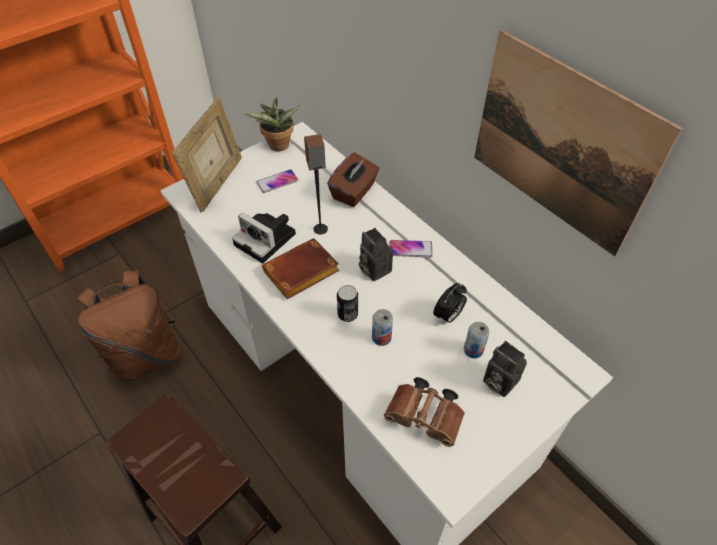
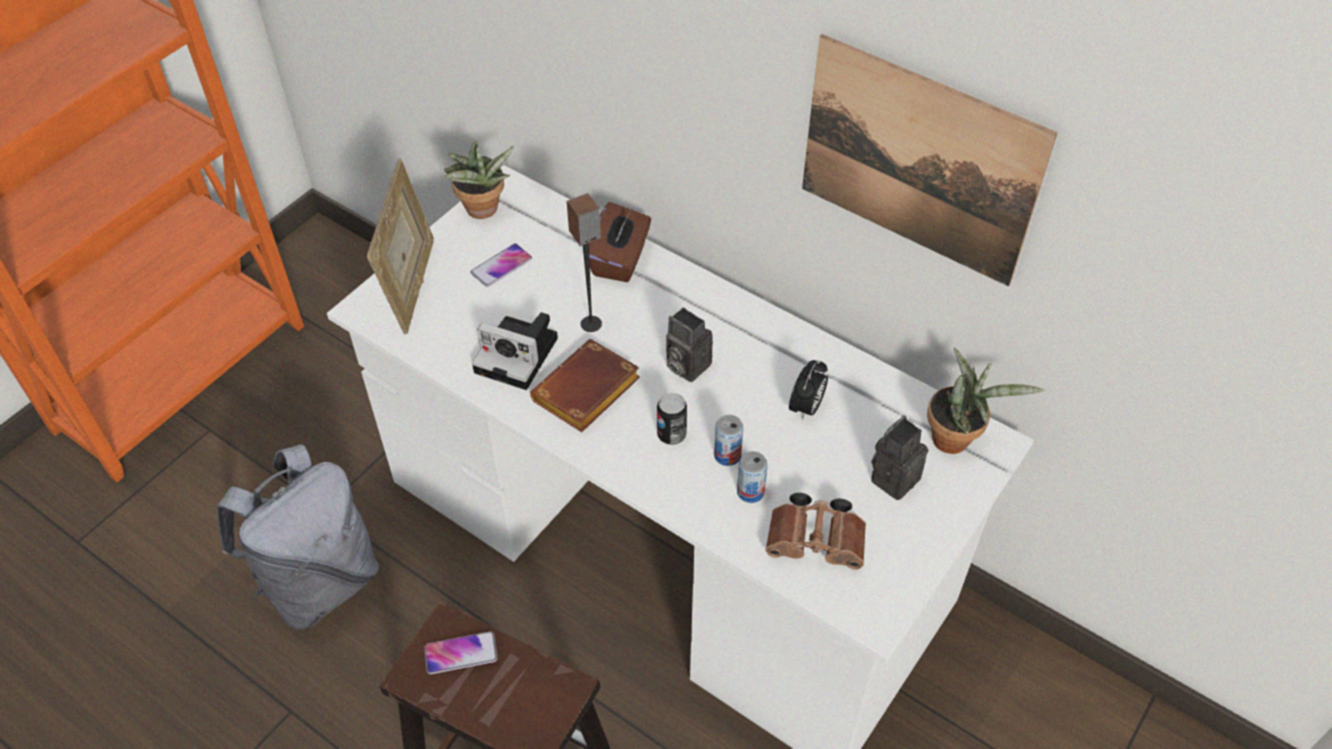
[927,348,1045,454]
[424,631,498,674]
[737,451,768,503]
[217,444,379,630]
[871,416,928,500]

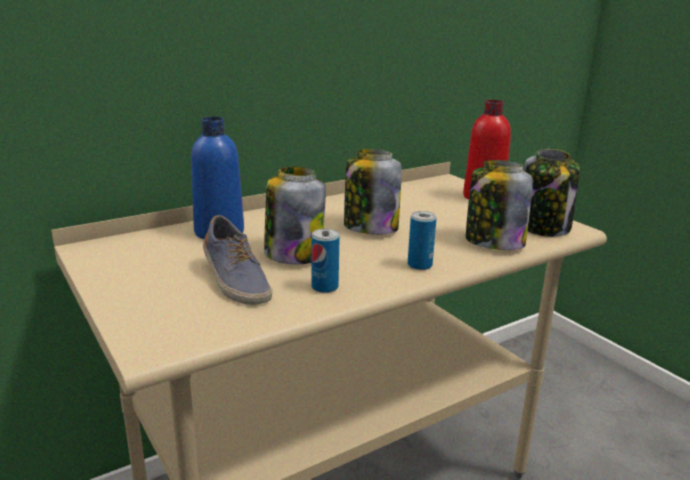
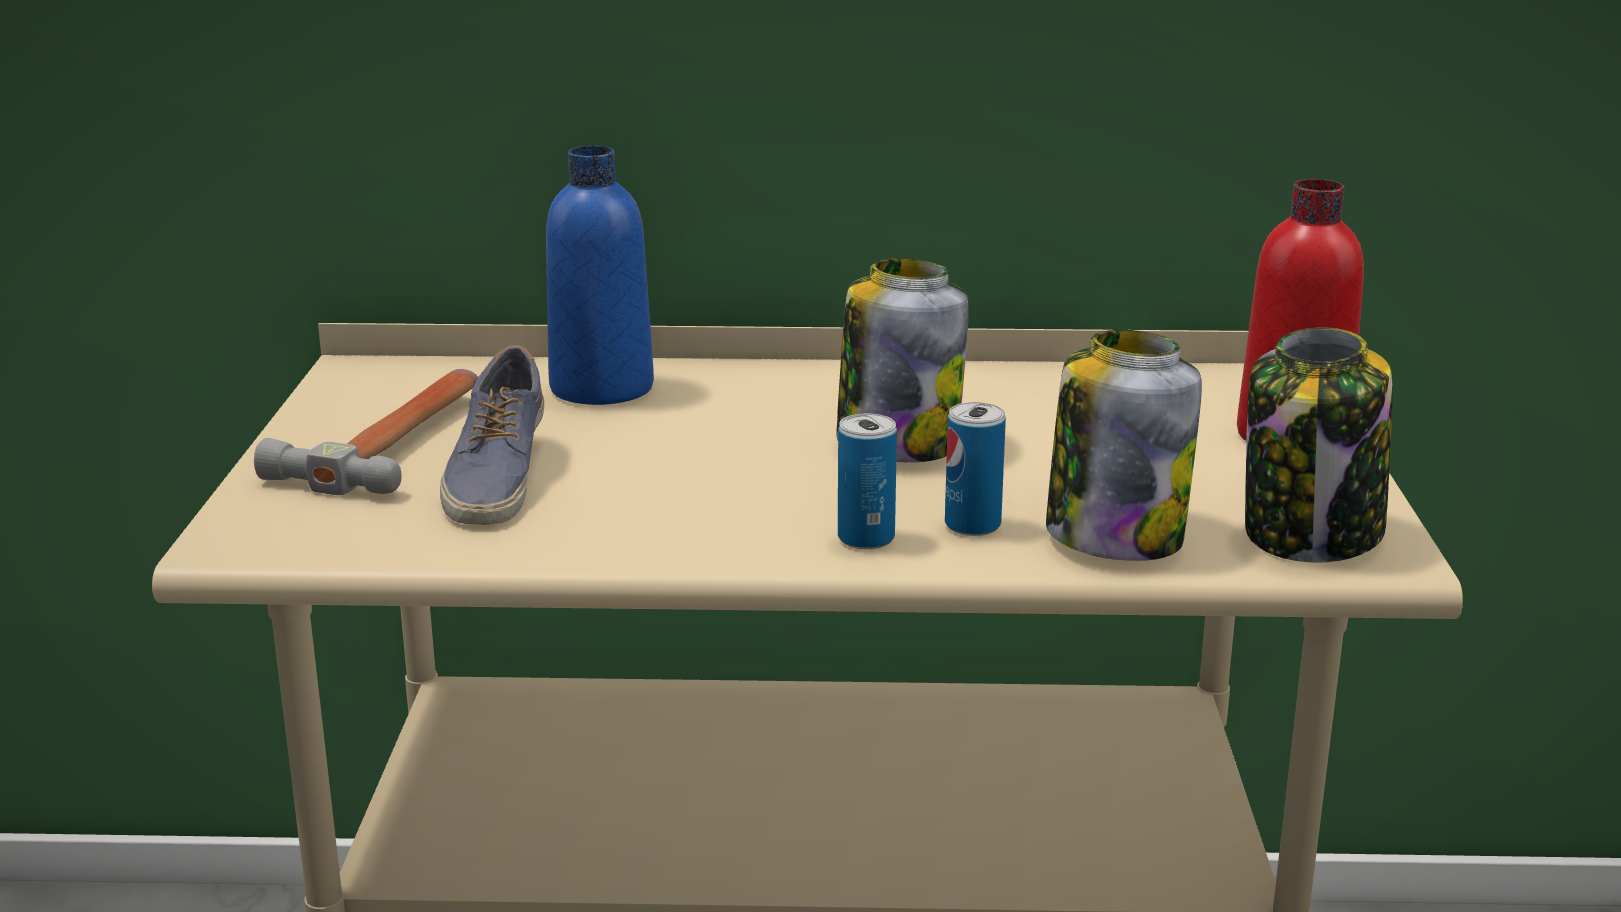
[264,167,326,265] (first image)
[254,369,478,495]
[945,402,1006,536]

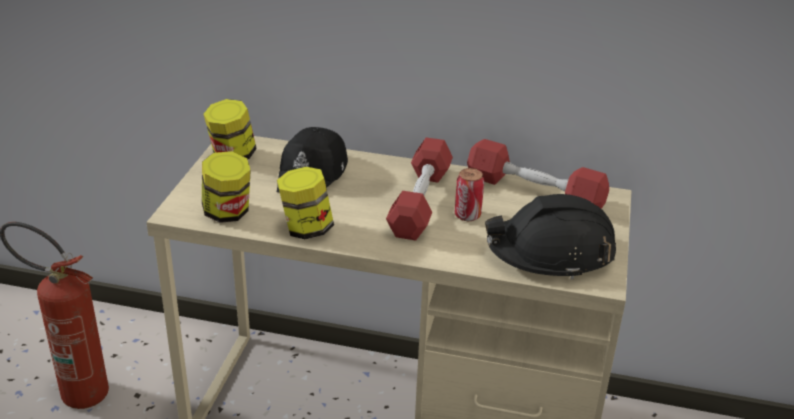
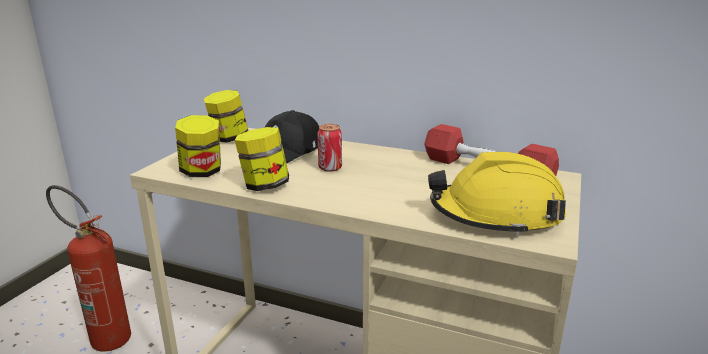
[386,137,453,240] (first image)
[317,124,342,172]
[428,152,566,236]

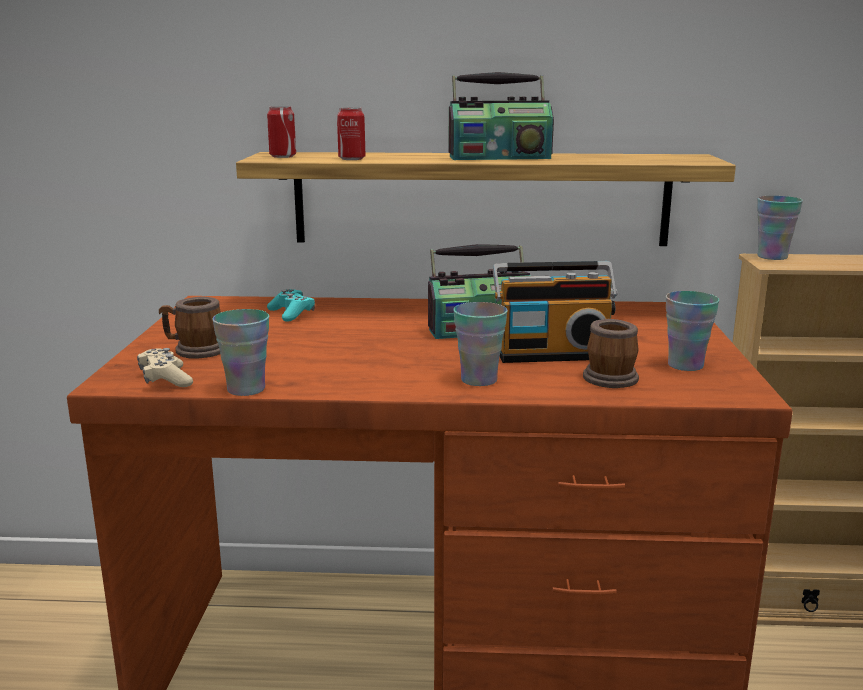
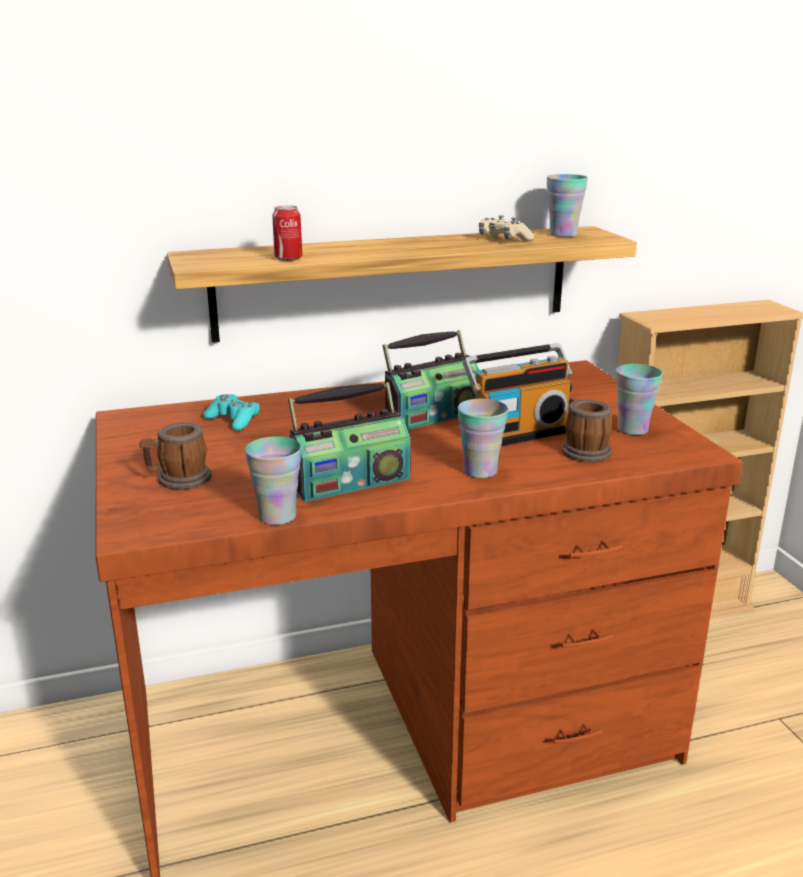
[267,106,296,158] (first image)
[479,215,534,242]
[288,382,411,502]
[547,174,588,237]

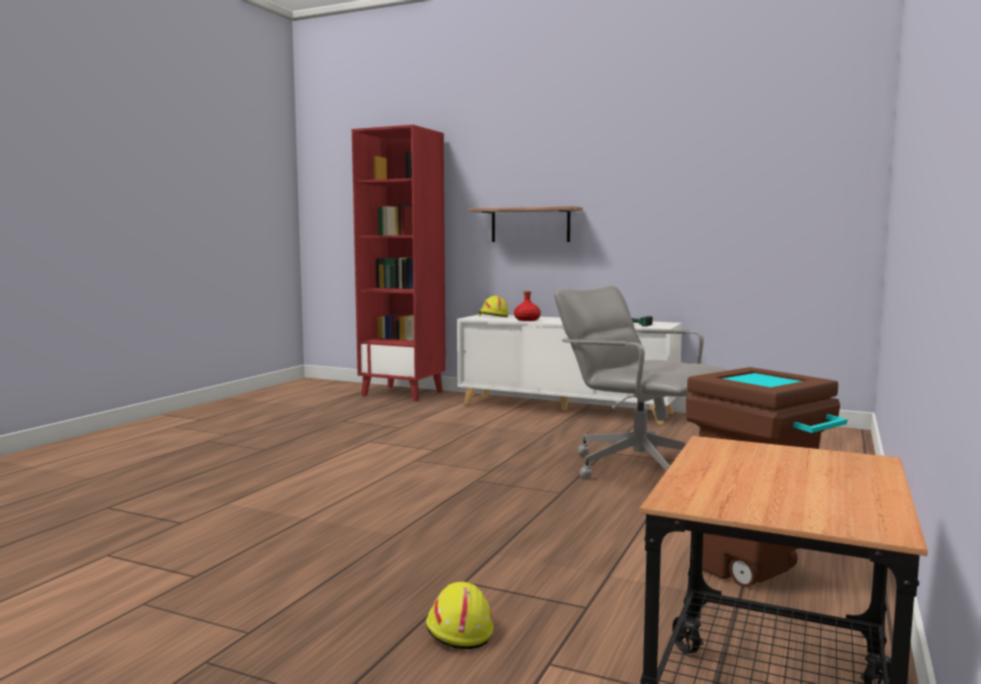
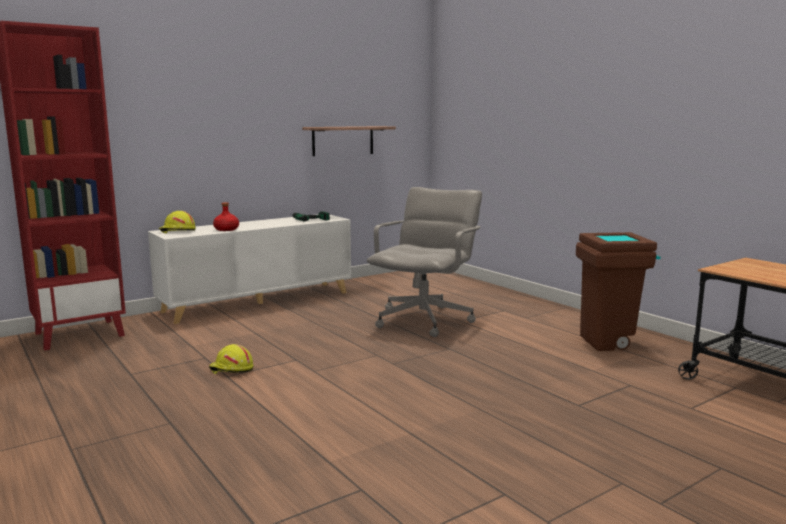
[209,344,254,374]
[302,126,396,156]
[367,187,482,337]

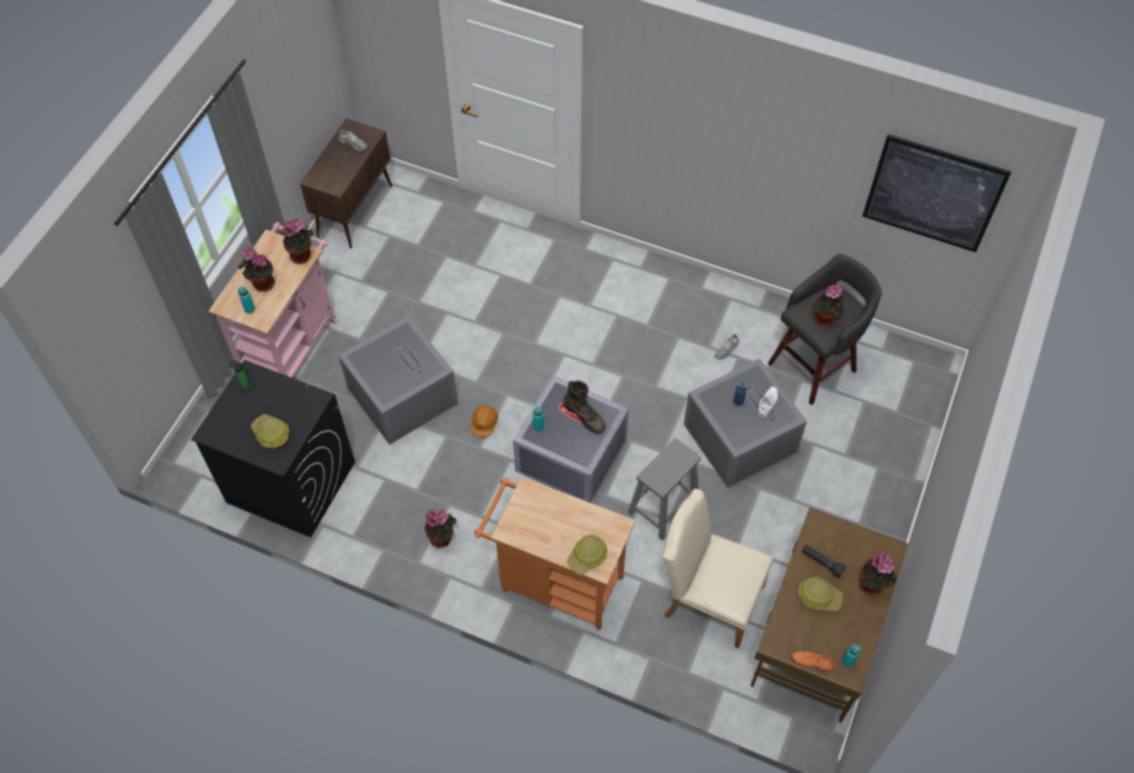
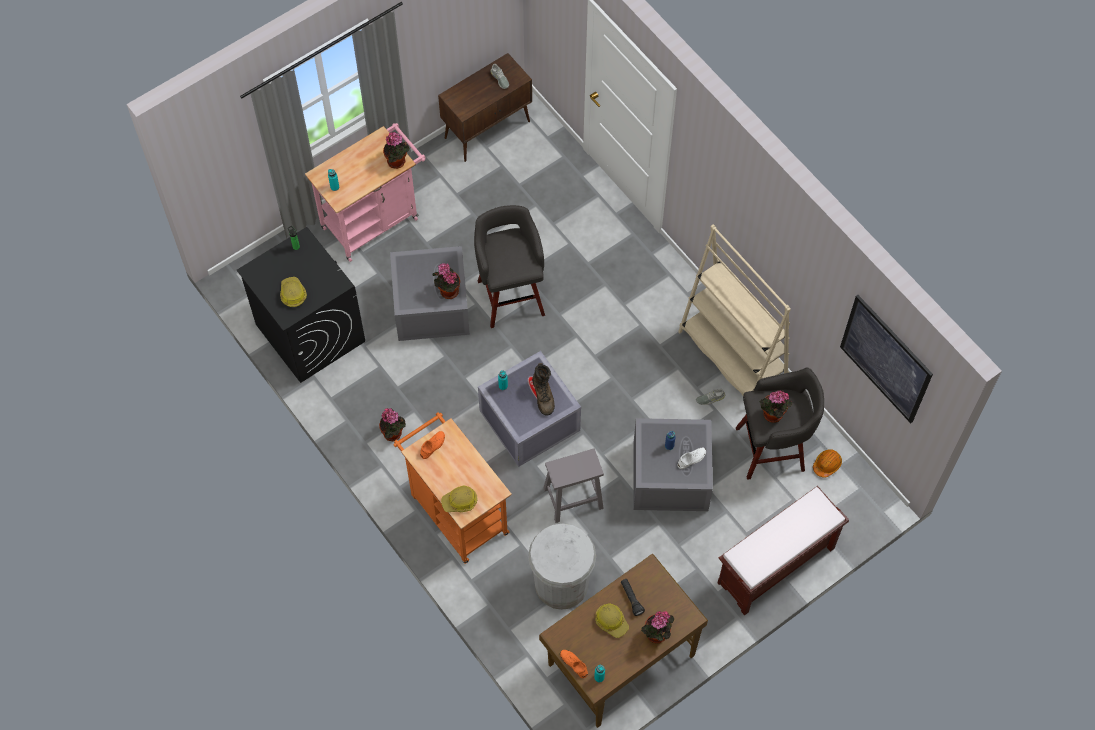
[420,431,445,459]
[474,205,545,328]
[678,224,791,395]
[717,486,849,616]
[432,263,460,299]
[813,449,842,478]
[528,524,596,610]

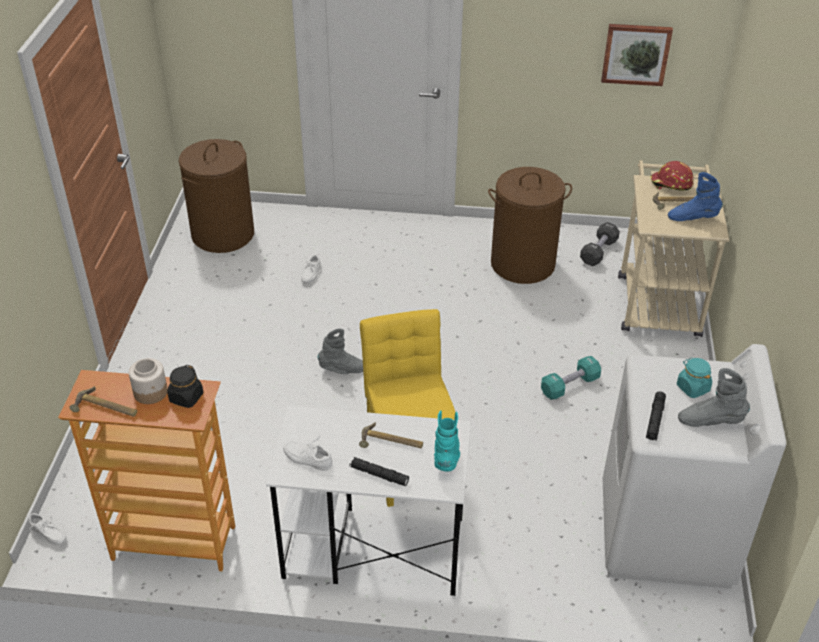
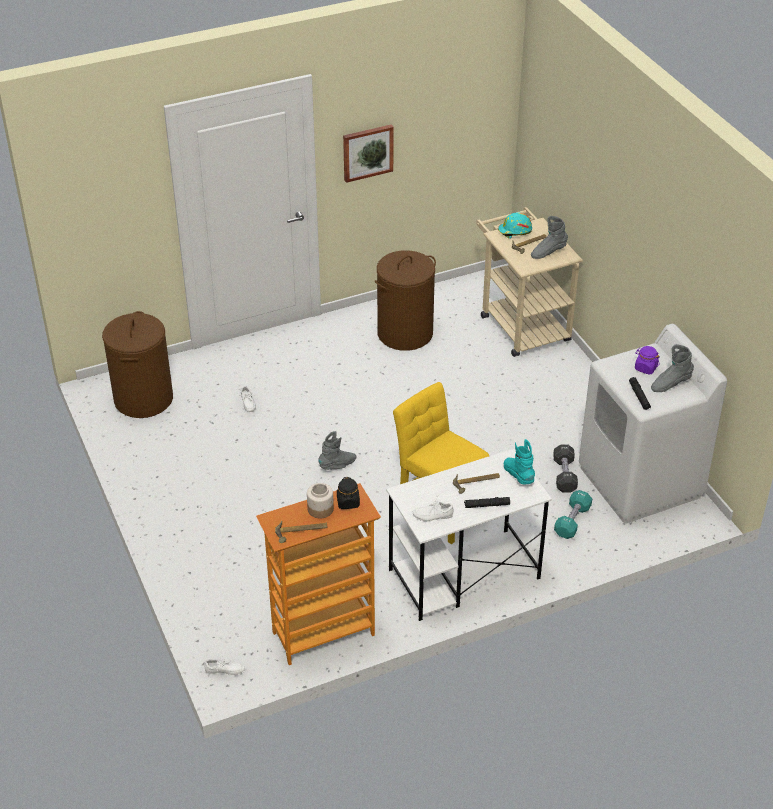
[554,490,592,539]
[553,445,578,493]
[343,124,394,183]
[498,212,532,239]
[531,216,568,259]
[635,346,660,375]

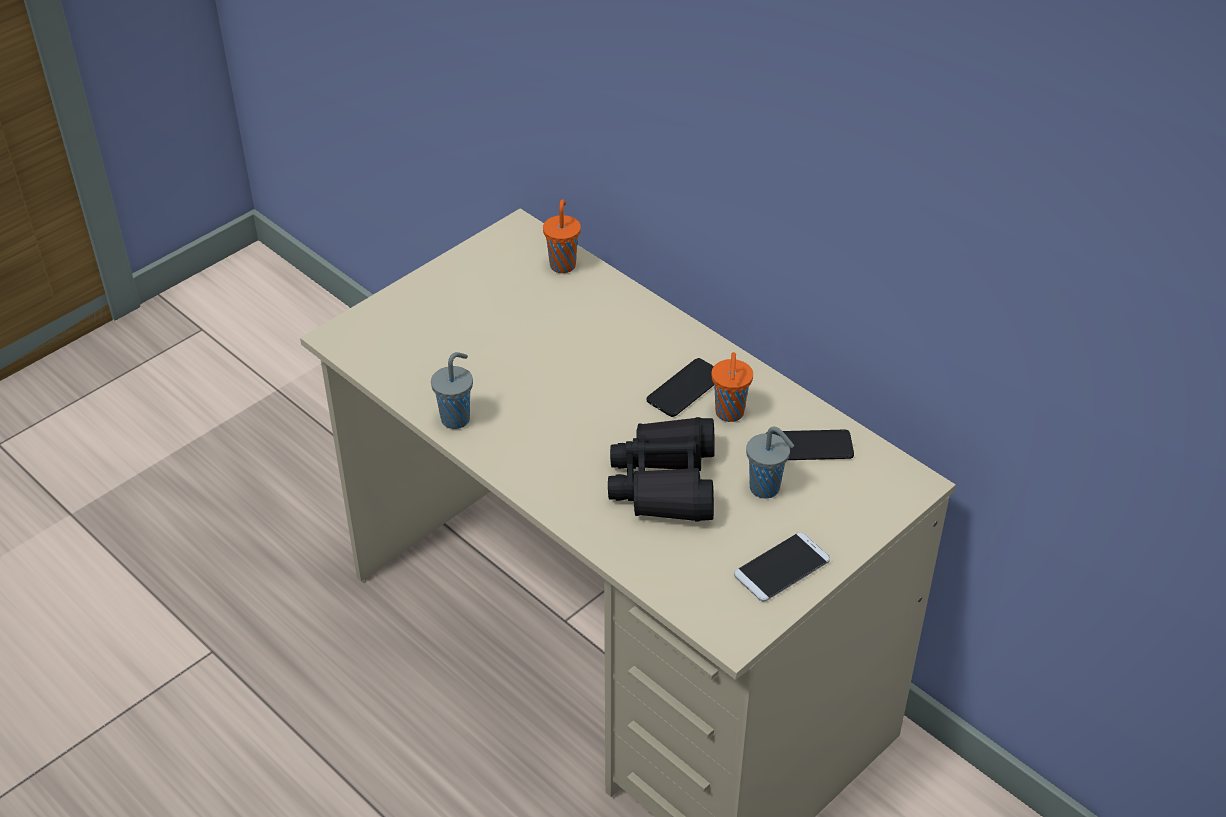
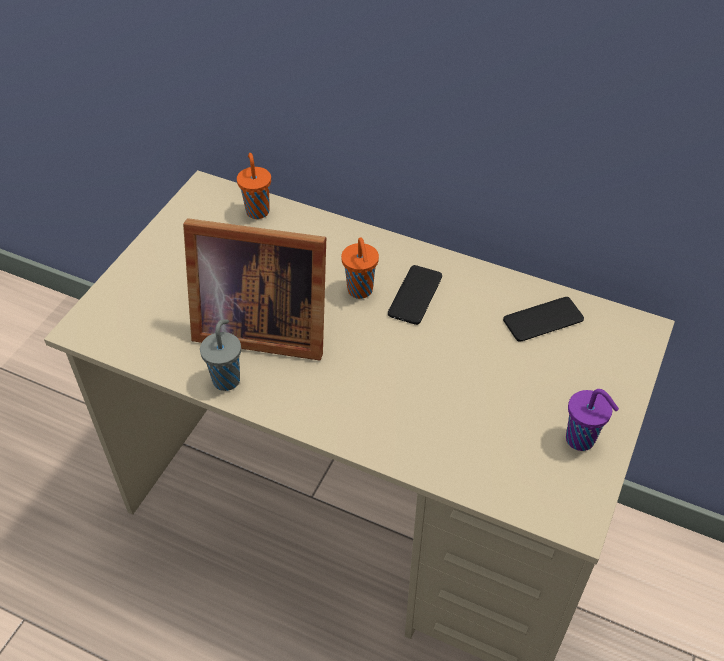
[608,417,715,522] (first image)
[746,427,794,499] (first image)
[183,218,326,361]
[341,237,379,299]
[566,389,619,451]

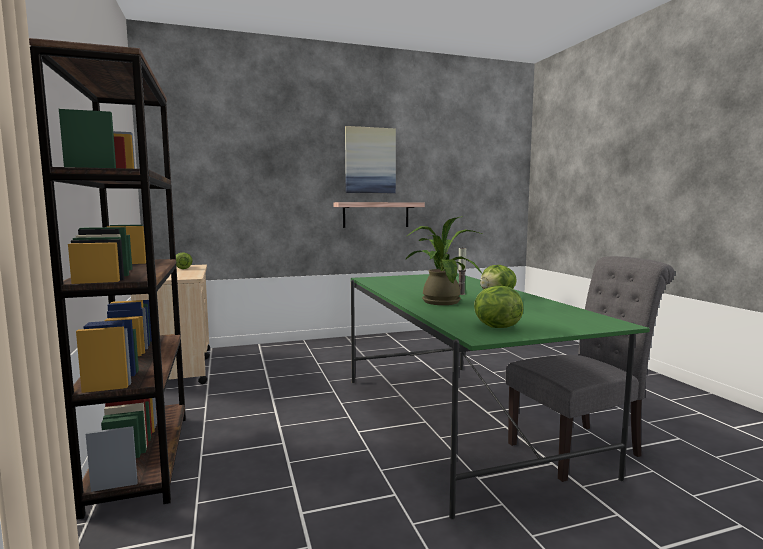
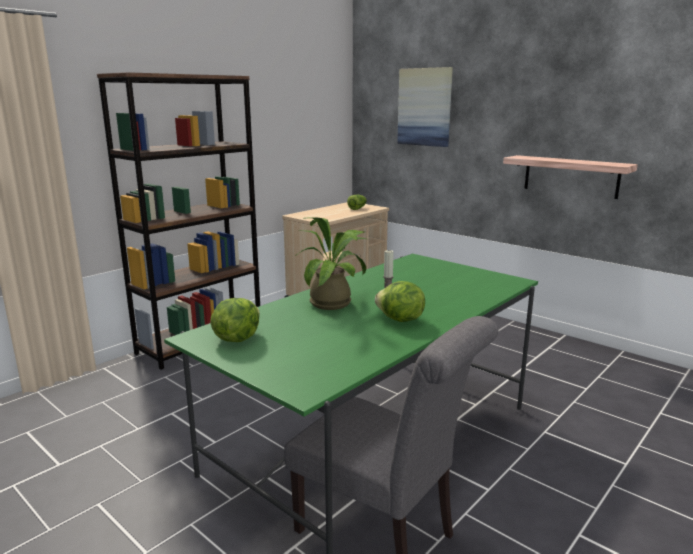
[397,67,453,147]

